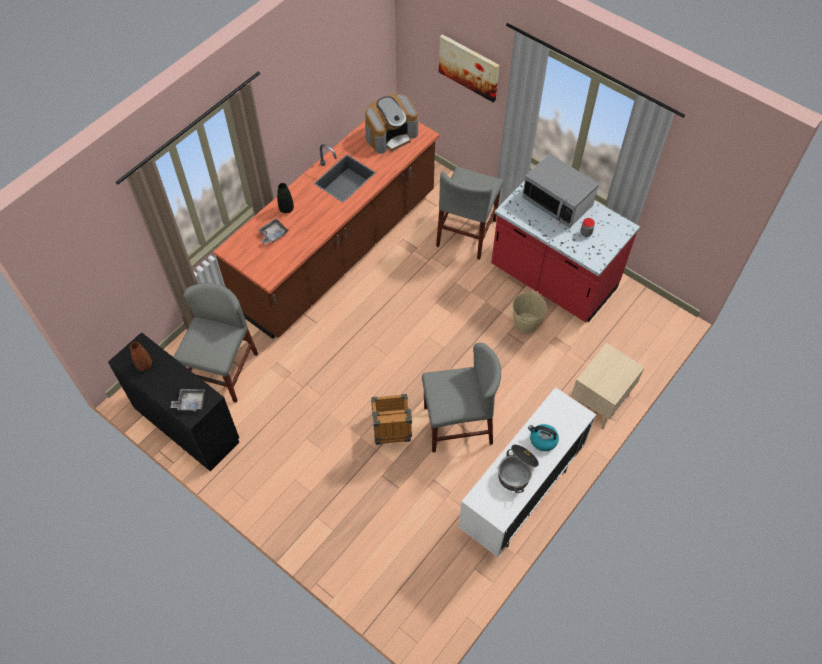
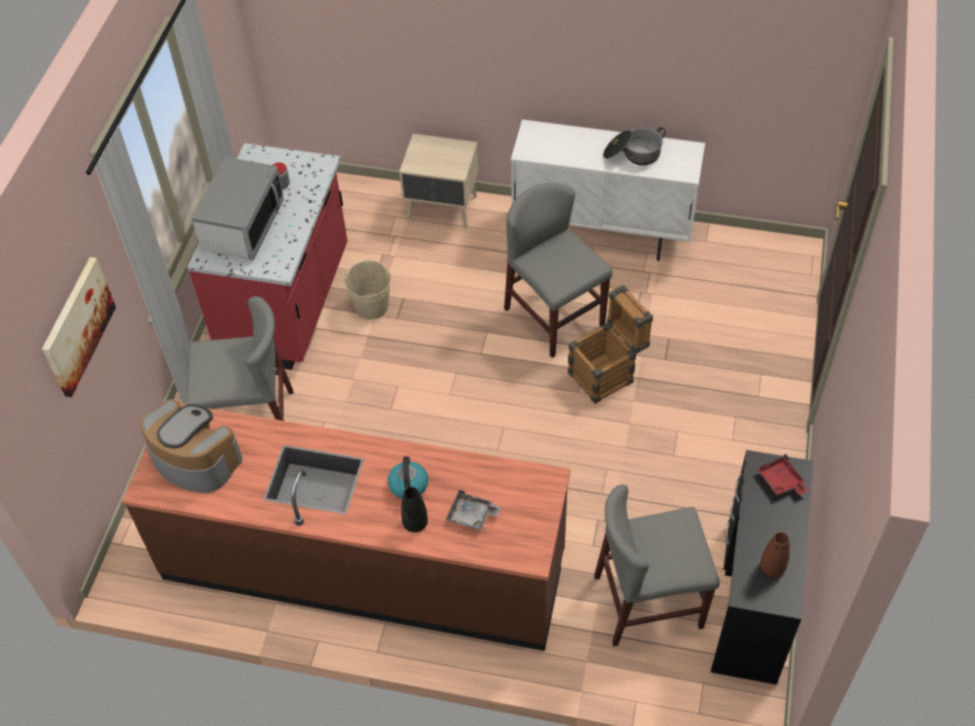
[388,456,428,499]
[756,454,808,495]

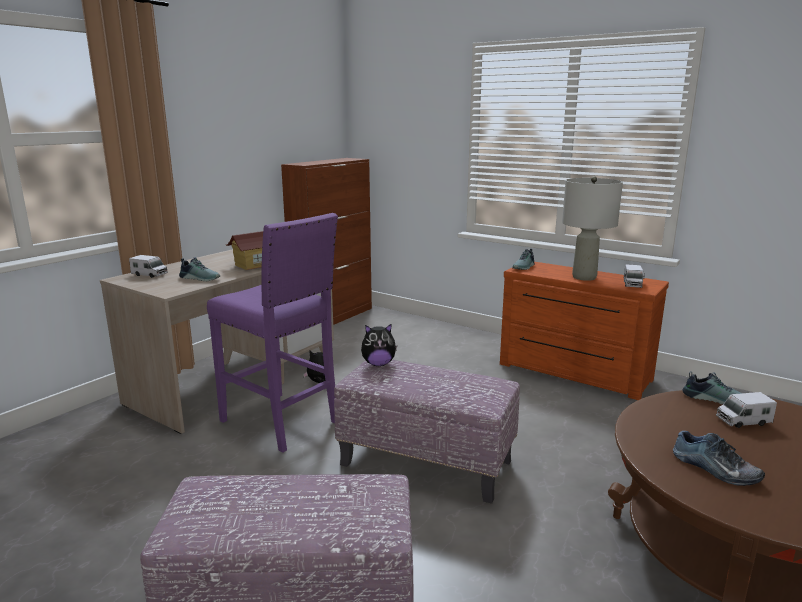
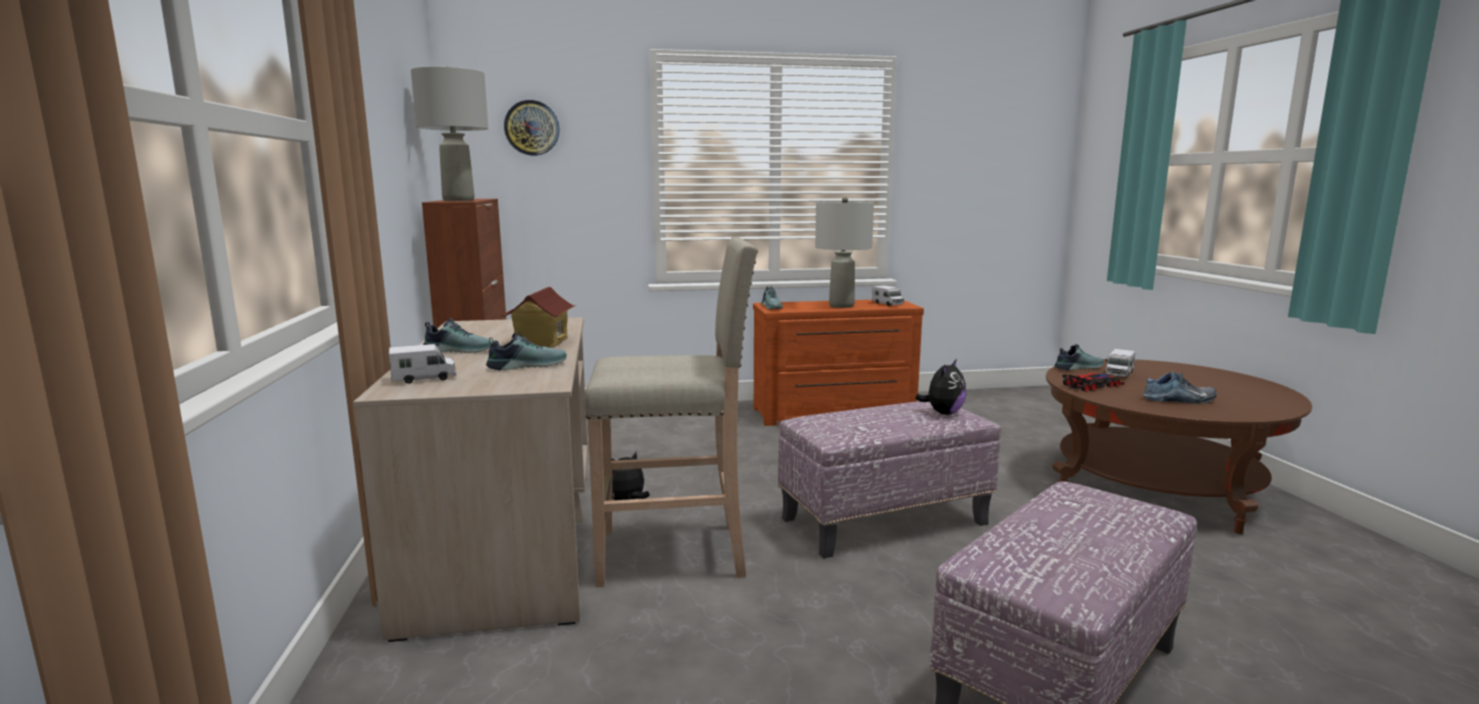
[411,66,488,201]
[423,318,493,353]
[504,100,560,156]
[1063,373,1125,392]
[915,359,966,415]
[583,237,758,587]

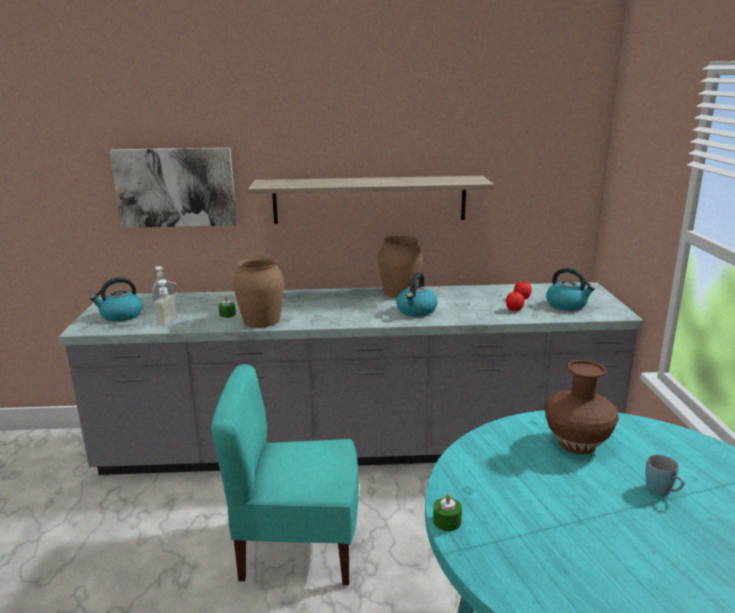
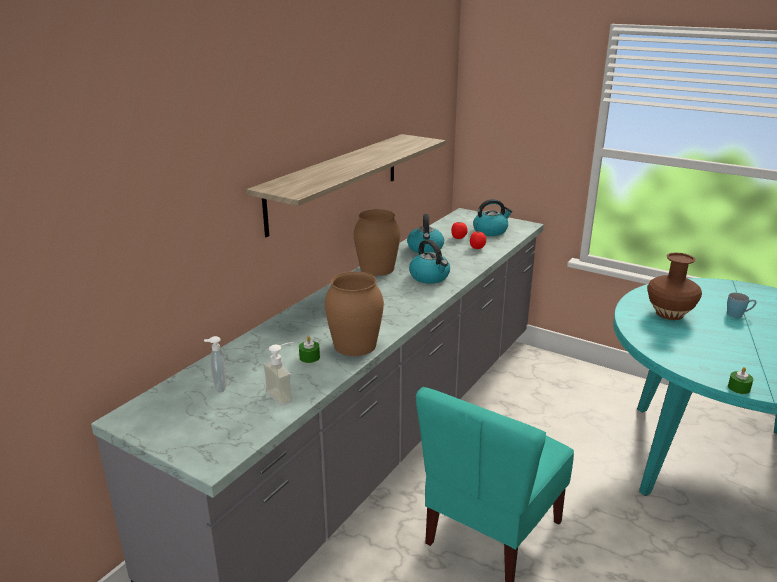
[109,147,237,228] (first image)
[407,214,444,253]

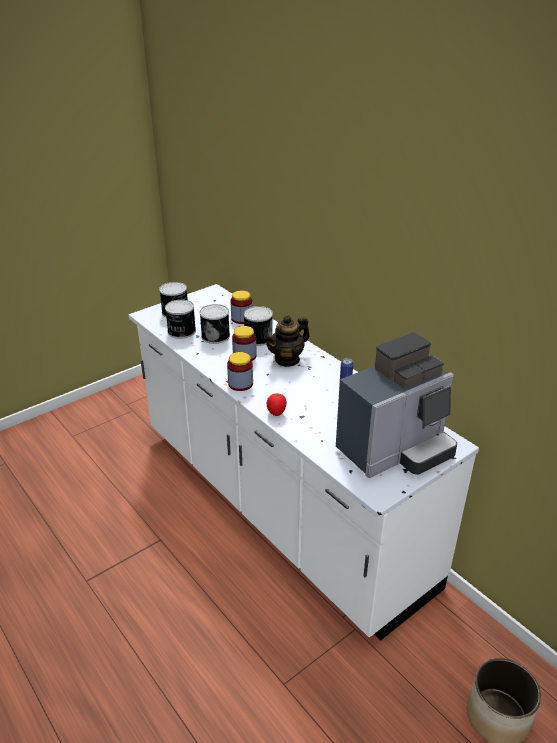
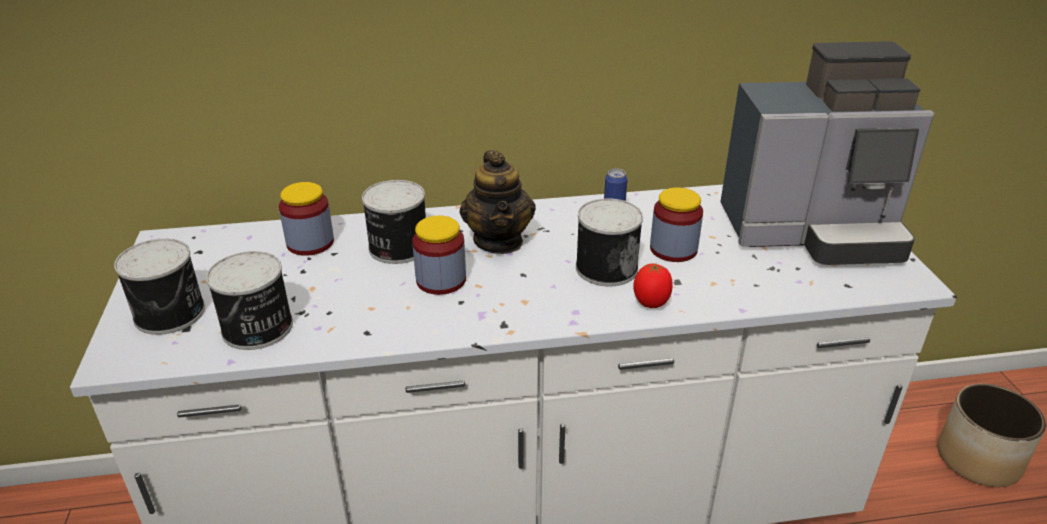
[576,198,643,286]
[650,187,703,262]
[720,41,934,265]

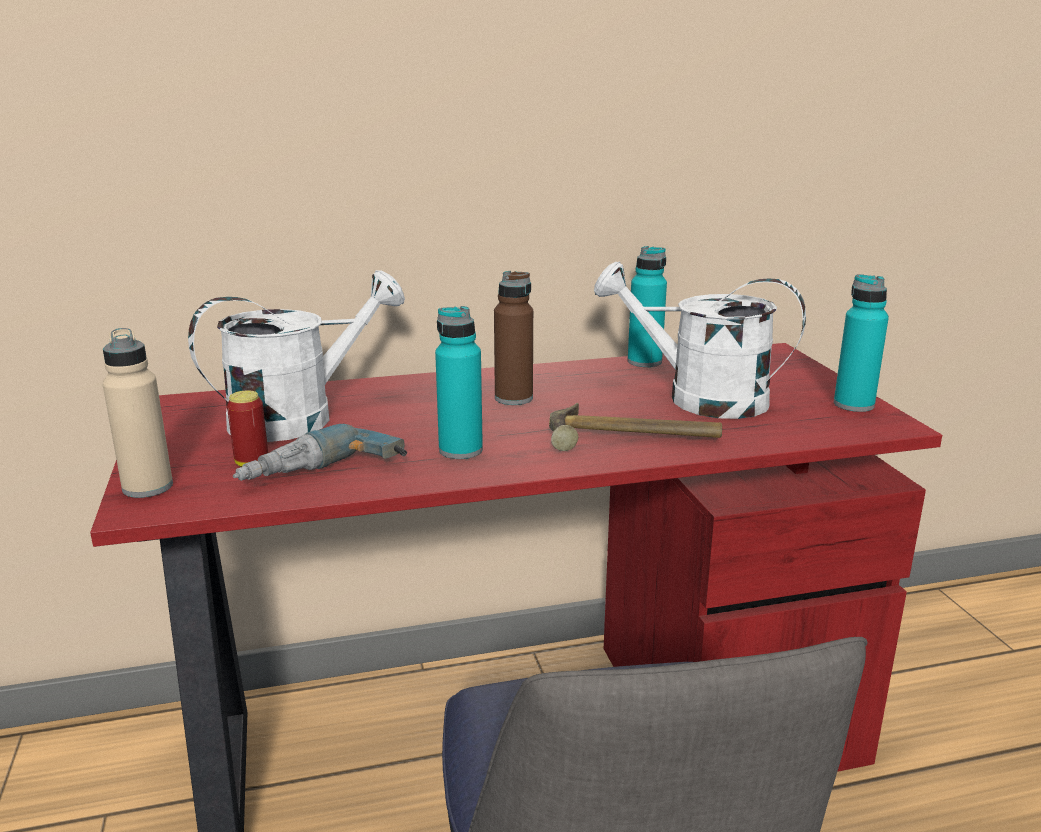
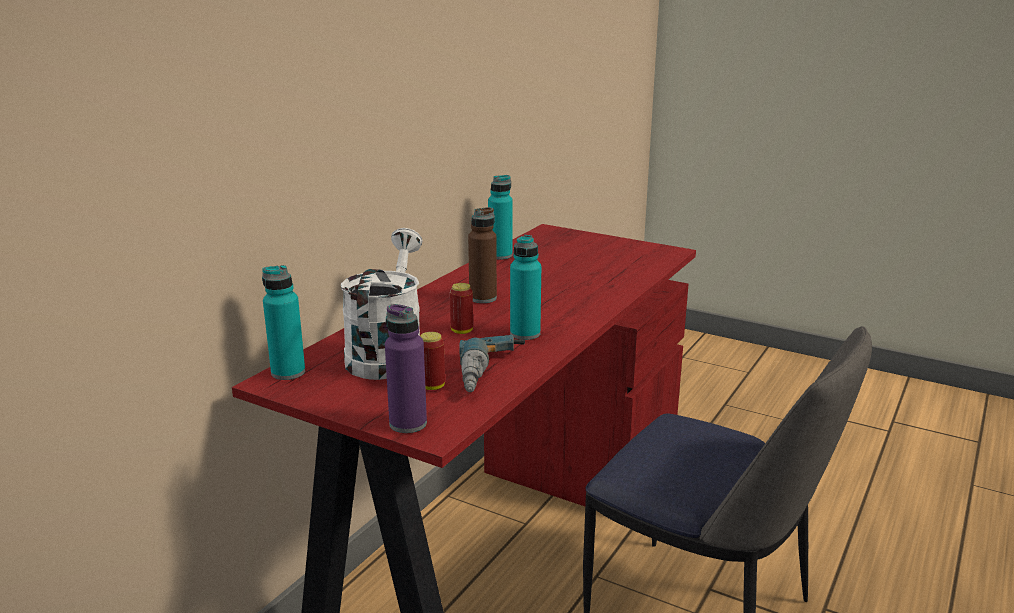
[549,403,722,451] (first image)
[594,261,806,419] (first image)
[450,283,473,334]
[262,265,305,380]
[385,304,427,433]

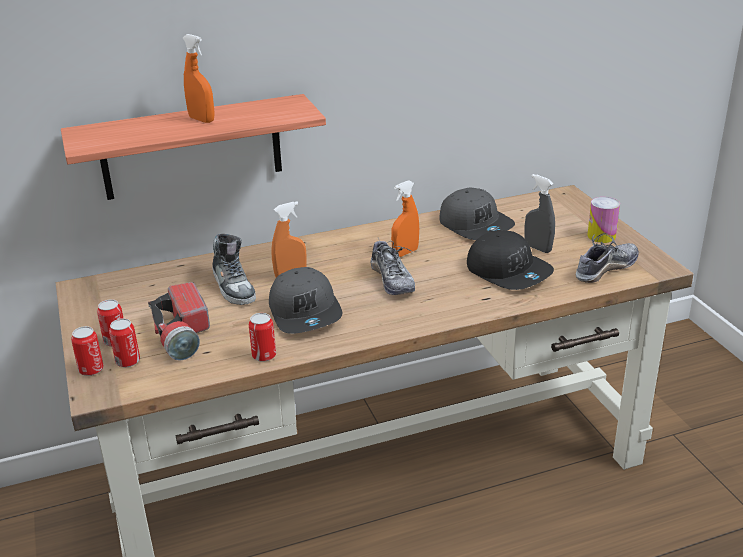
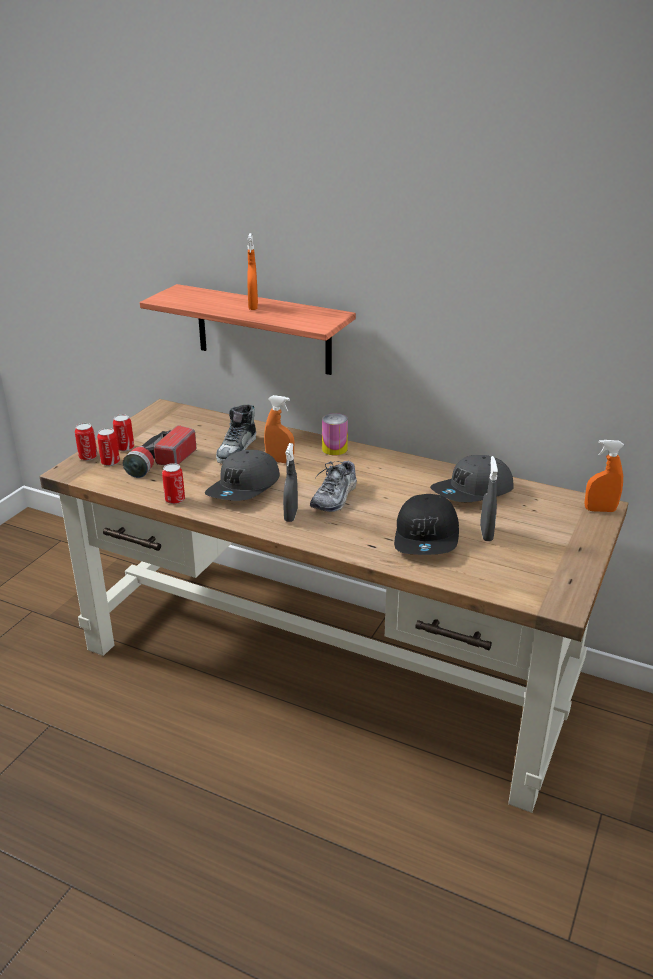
[575,233,639,283] (first image)
[283,443,298,522]
[585,440,624,512]
[322,413,348,455]
[430,455,514,502]

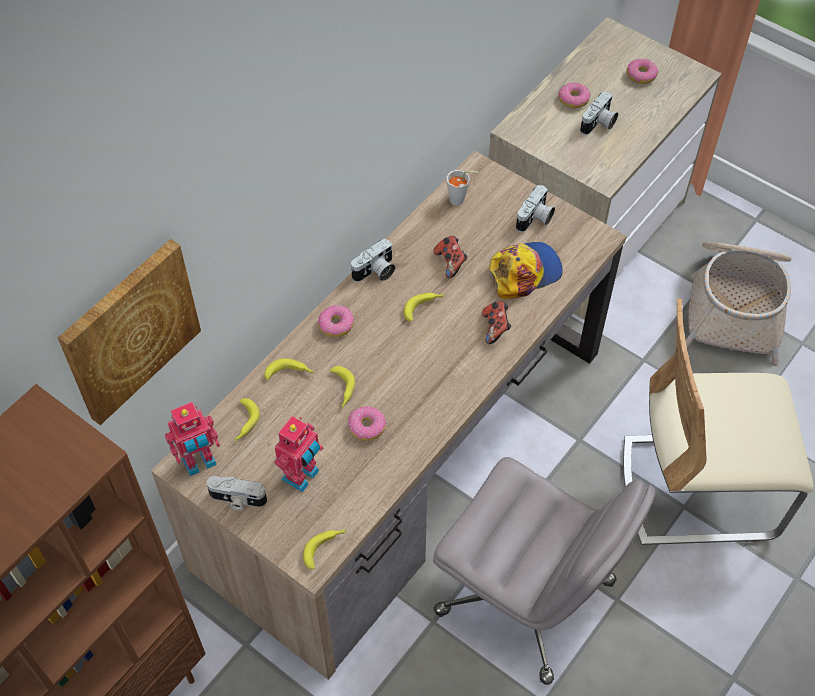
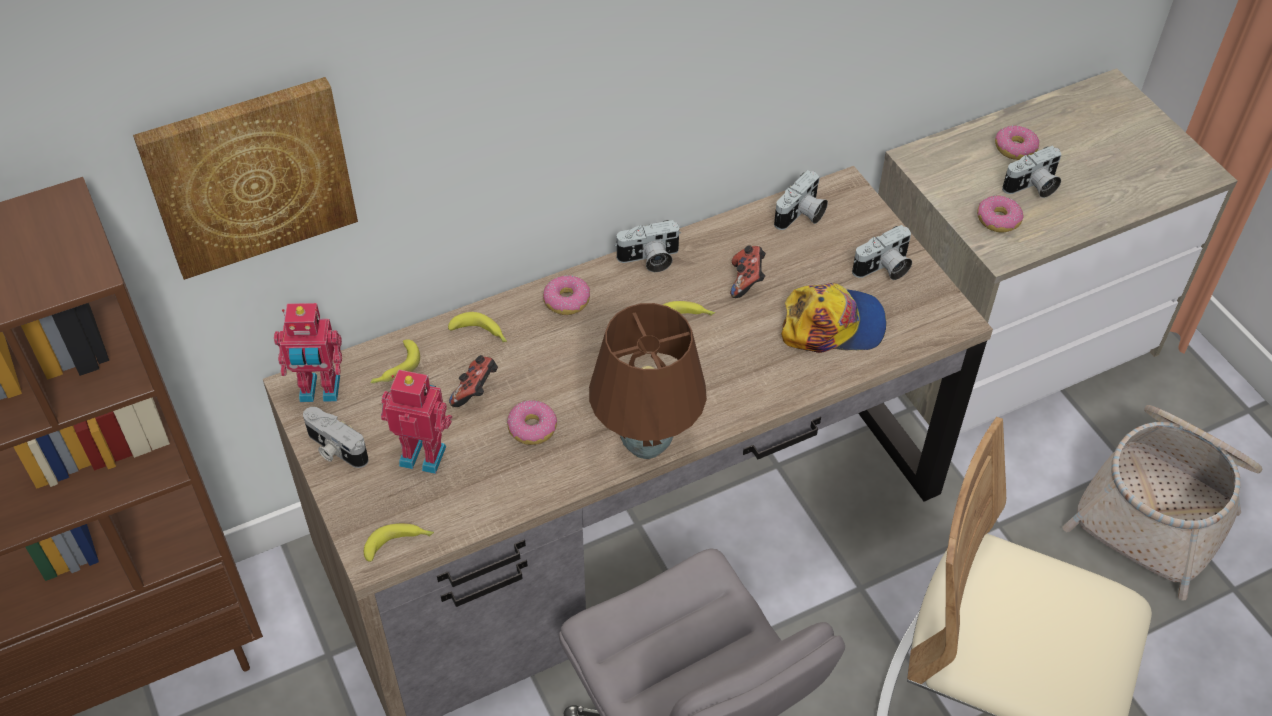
[329,366,355,408] (first image)
[589,303,707,459]
[449,355,498,407]
[977,195,1024,233]
[774,170,828,230]
[381,370,452,474]

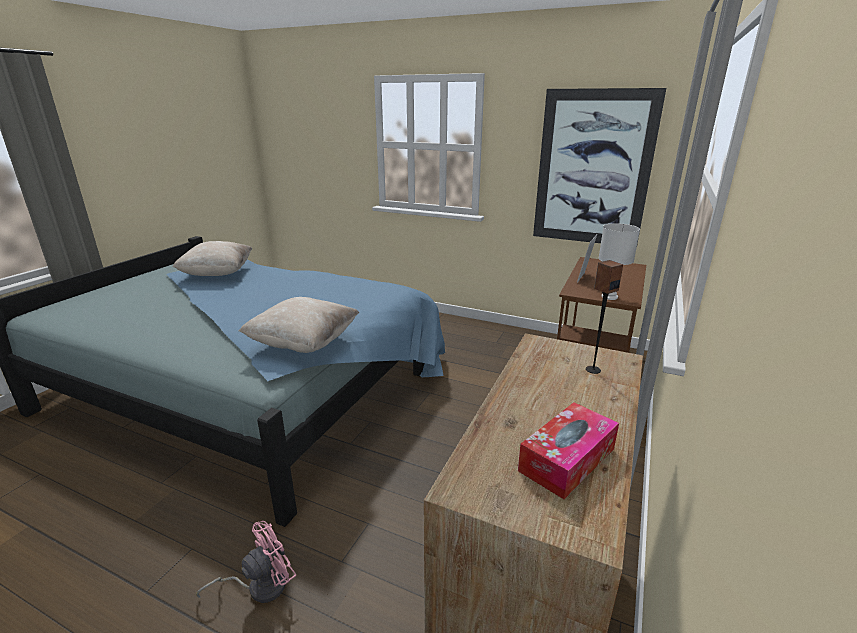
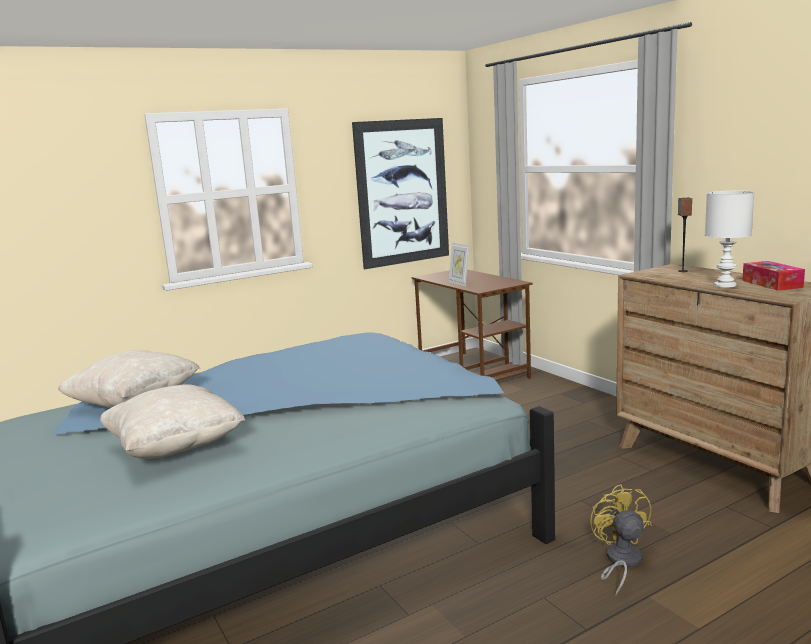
[100,384,246,459]
[705,191,754,288]
[590,484,652,595]

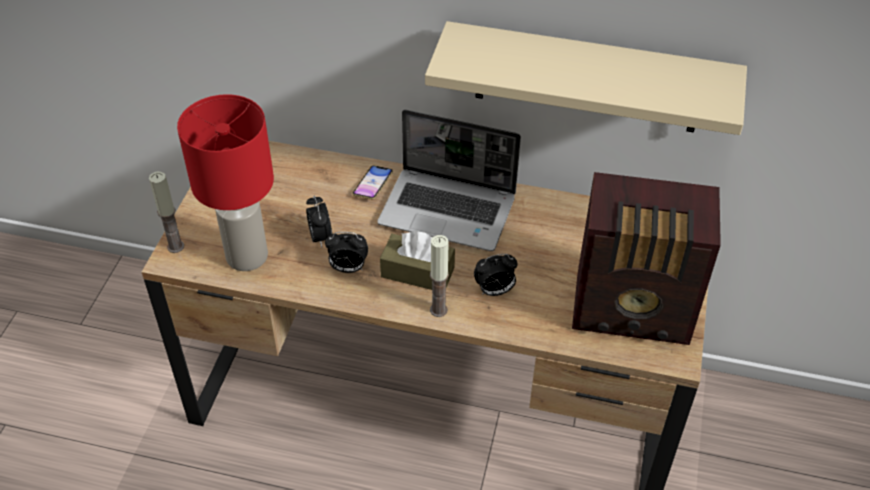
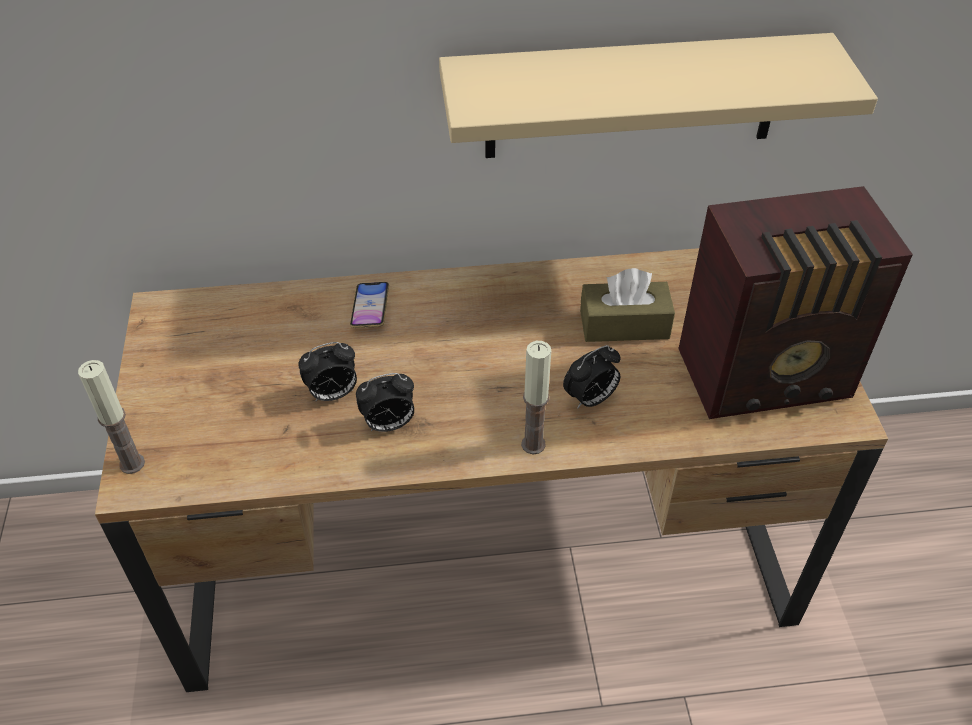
[177,94,274,271] (first image)
[377,110,521,251] (first image)
[580,268,675,342]
[298,342,357,401]

